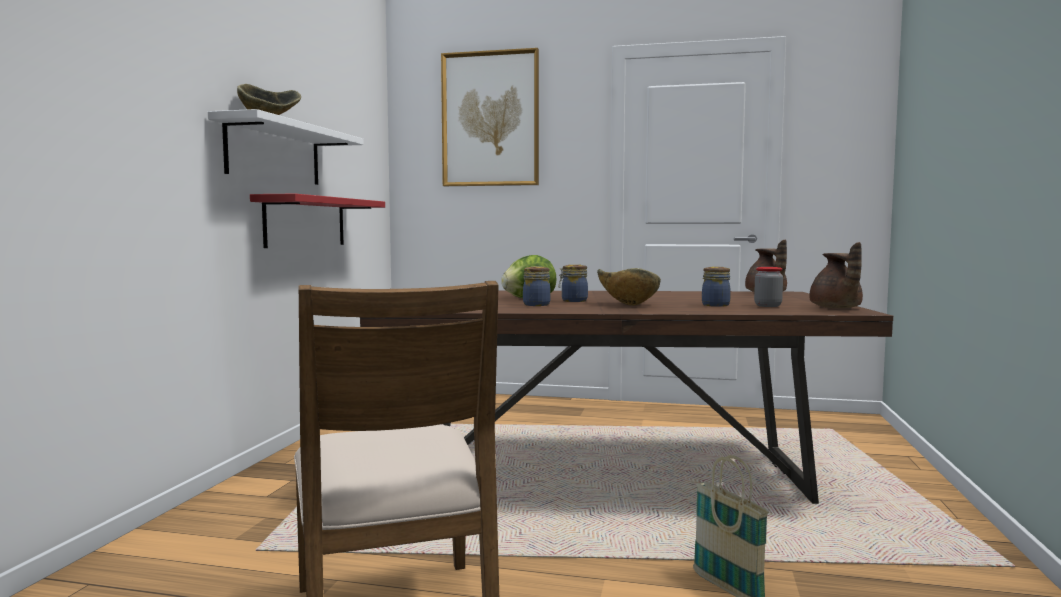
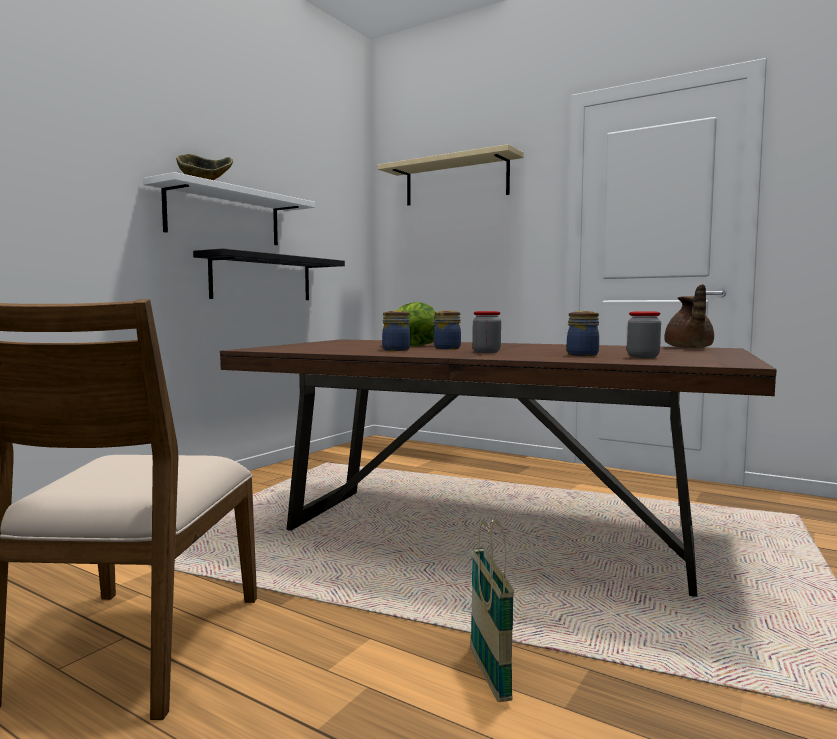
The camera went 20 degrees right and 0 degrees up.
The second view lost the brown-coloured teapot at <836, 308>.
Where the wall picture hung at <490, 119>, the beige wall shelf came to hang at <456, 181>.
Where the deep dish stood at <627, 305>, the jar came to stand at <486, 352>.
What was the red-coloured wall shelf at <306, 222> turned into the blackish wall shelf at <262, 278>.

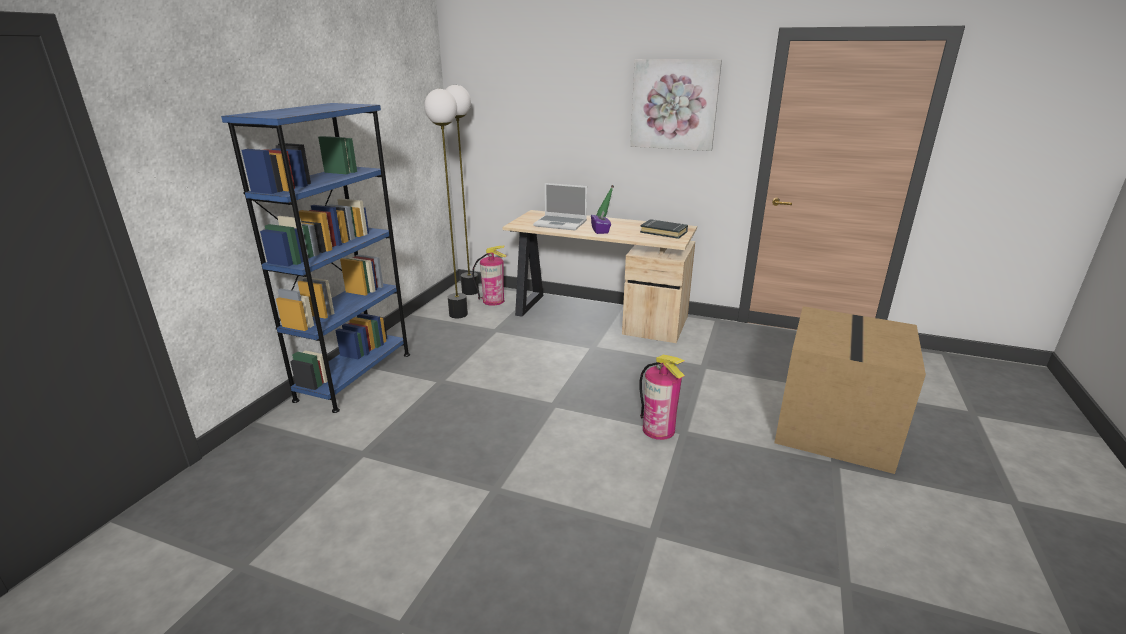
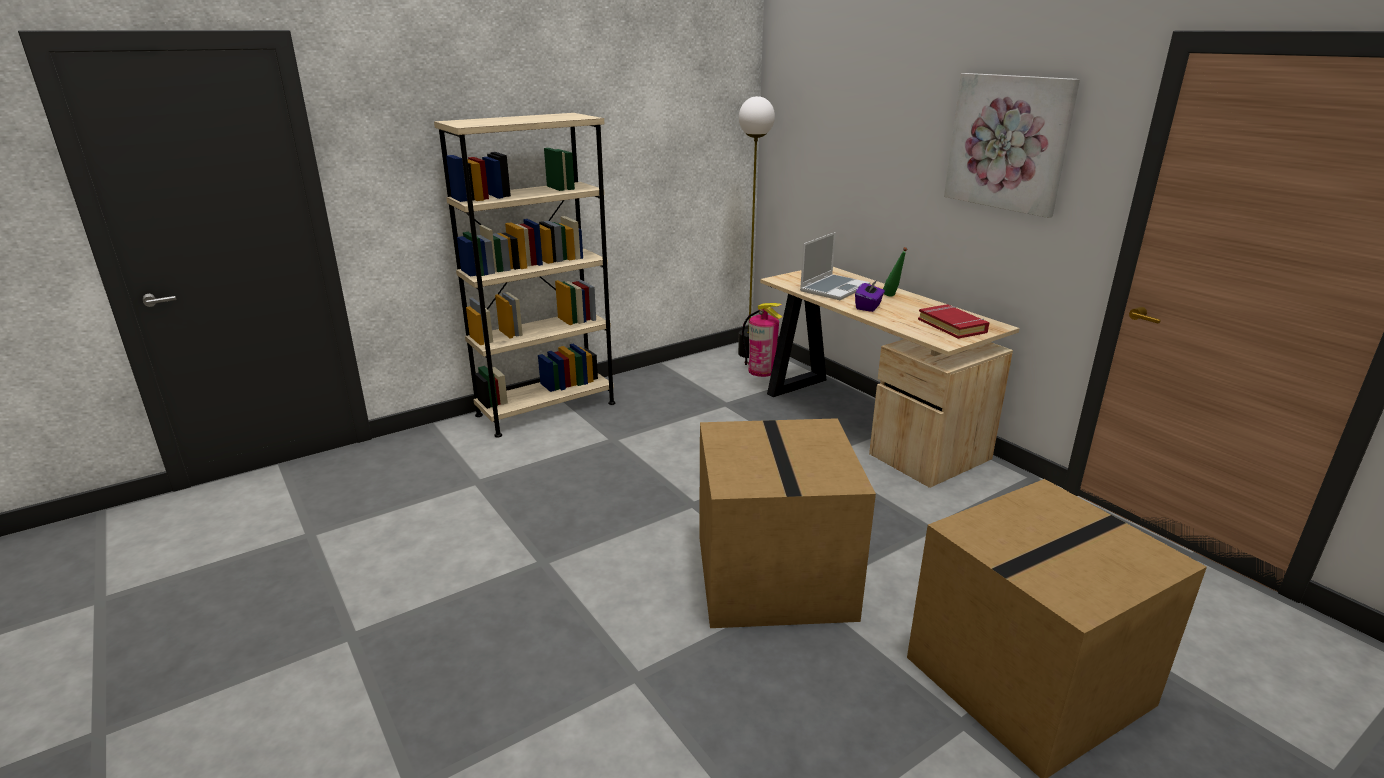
The camera went 35 degrees right and 0 degrees up.
The second view lost the floor lamp at <458, 314>.
Where the extinguisher stood at <658, 429>, the cardboard box came to stand at <776, 577>.
What was the blue shelving unit at <355, 376> turned into the beige shelving unit at <546, 409>.
What was the blackish book at <664, 232> turned into the red-coloured book at <952, 326>.
The notebook computer at <561, 224> ended up facing another way, 105 degrees counterclockwise from before.

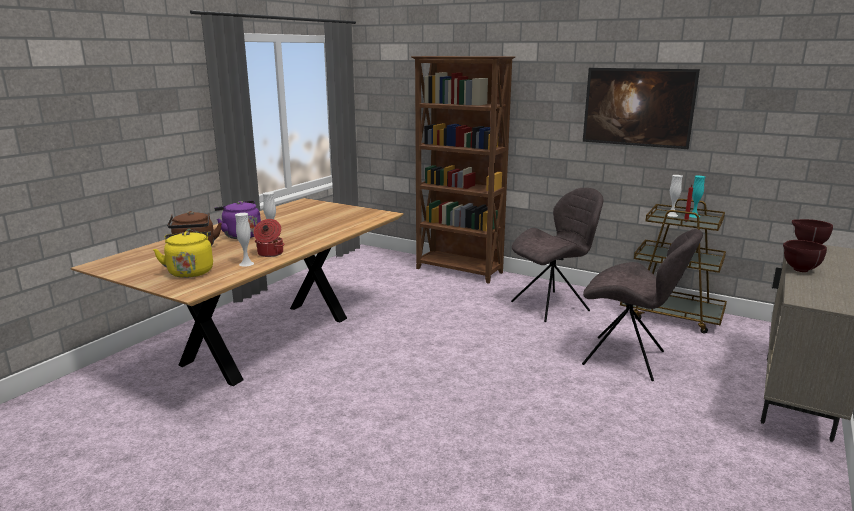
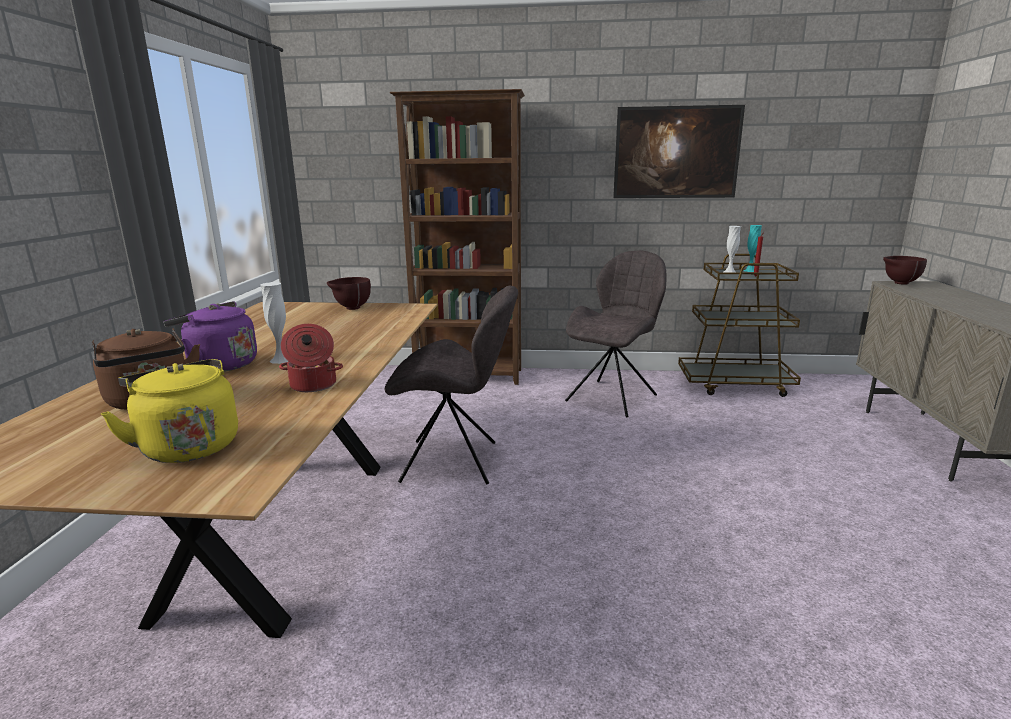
The camera went 25 degrees left and 0 degrees up.
The second view lost the white-coloured flower vase at <246, 264>.
The gray chair ended up elsewhere, having gone from <627, 359> to <454, 462>.
The brown-coloured deep dish ended up elsewhere, having gone from <798, 270> to <351, 308>.

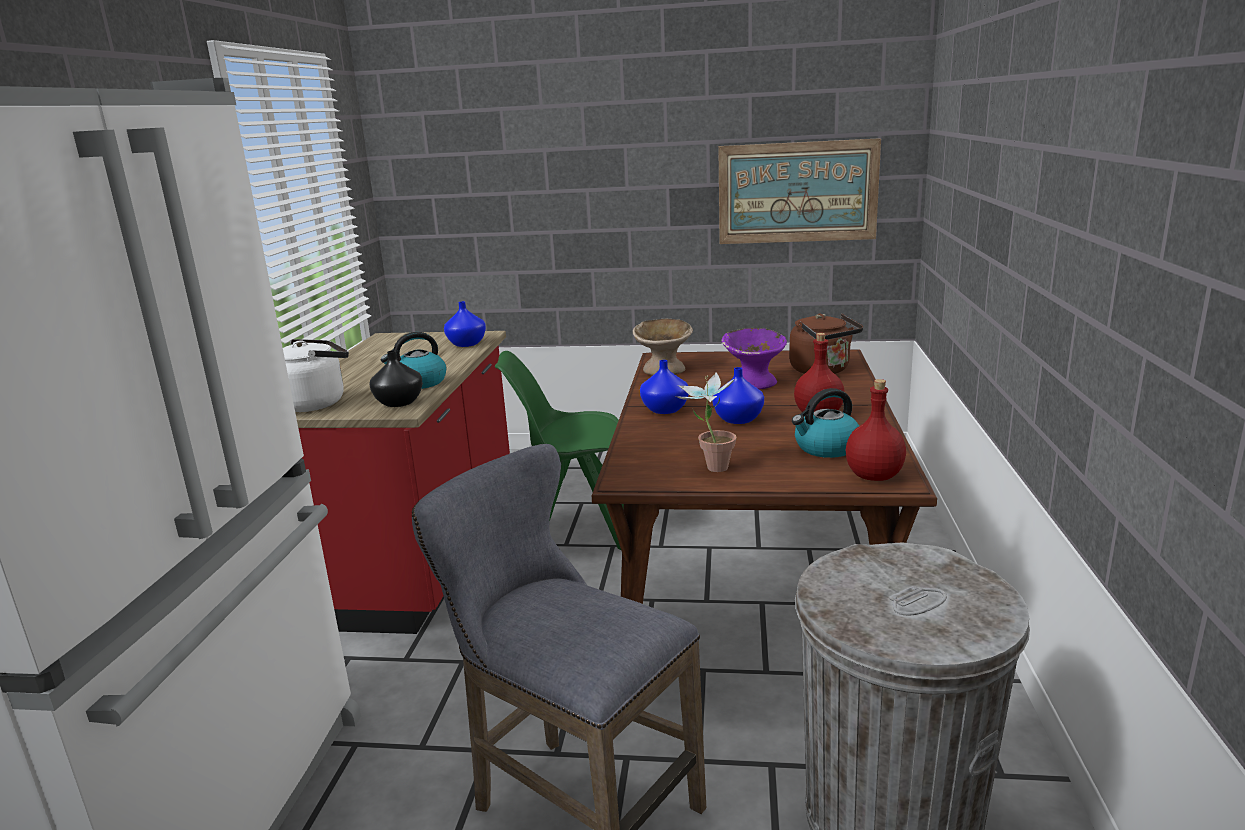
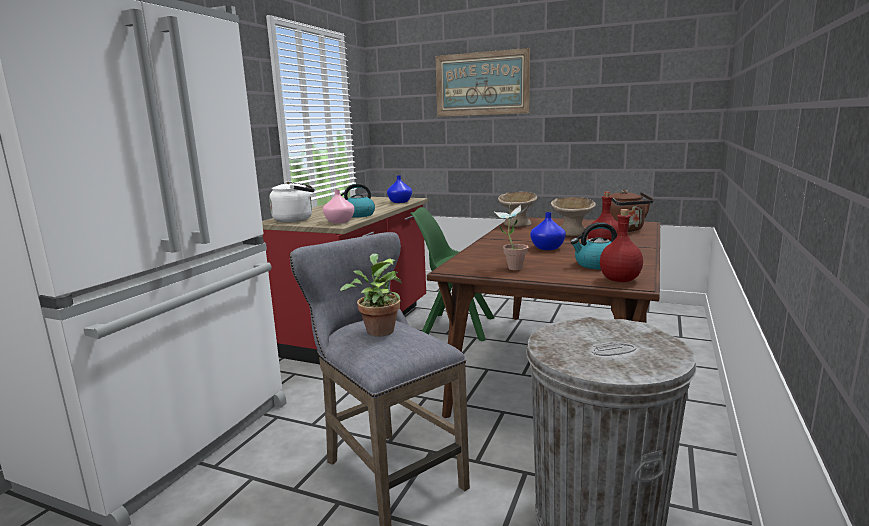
The camera went 15 degrees right and 5 degrees down.
The second view lost the blue flower vase at <665, 410>.
The second view gained the plant in a pot at <378, 330>.
The wall picture ended up elsewhere, having gone from <797, 192> to <481, 84>.
What was the blackish flower vase at <400, 402> turned into the pink-coloured flower vase at <340, 221>.
What was the purplish deep dish at <754, 383> turned into the beige deep dish at <572, 233>.

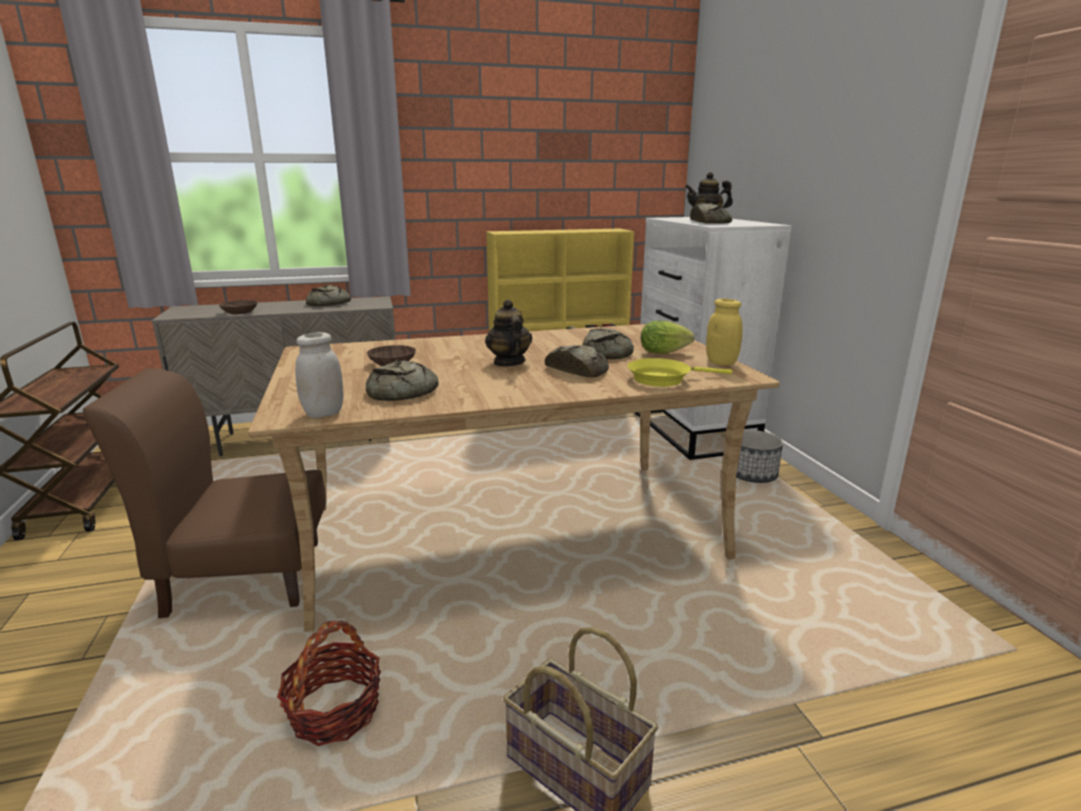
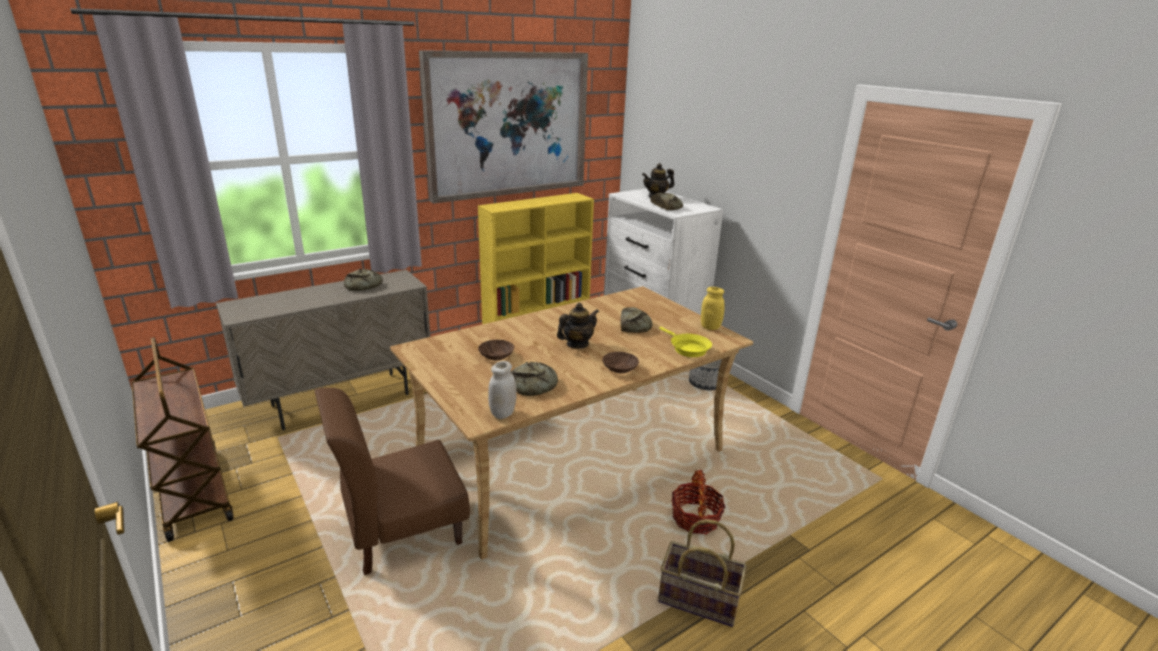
The camera went 20 degrees left and 5 degrees up.
The second view lost the bread at <578, 369>.
The second view lost the lettuce at <666, 352>.
The second view gained the wall picture at <508, 125>.
The brown-coloured deep dish ended up elsewhere, having gone from <241, 312> to <620, 368>.
The household basket ended up elsewhere, having gone from <335, 711> to <695, 519>.
The teapot at <509, 362> ended up facing another way, 90 degrees clockwise from before.
The yellowish skillet at <663, 379> ended up facing another way, 90 degrees counterclockwise from before.

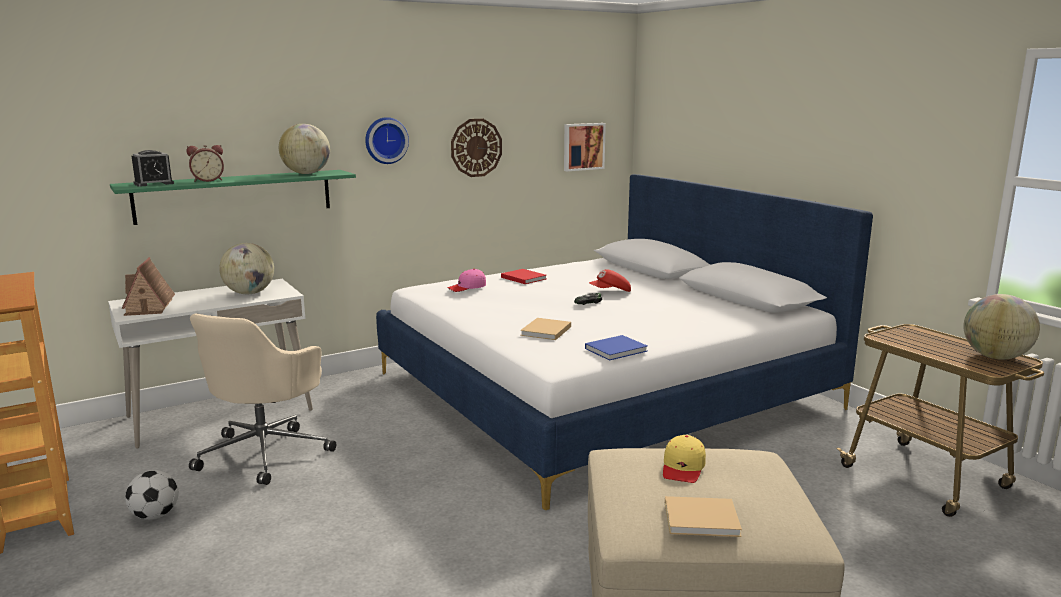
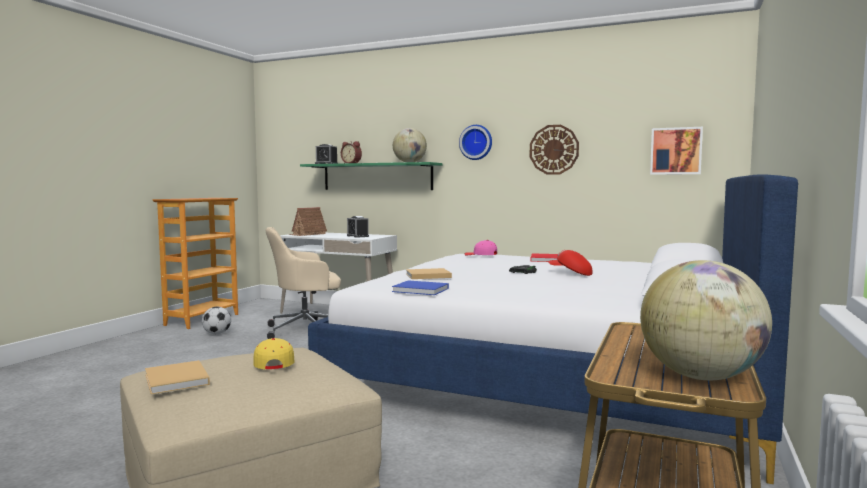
The camera went 55 degrees right and 10 degrees down.
Where the desk globe stood at <249, 293>, the alarm clock came to stand at <357, 236>.
The yellowish cap at <683, 468> ended up facing another way, 90 degrees clockwise from before.

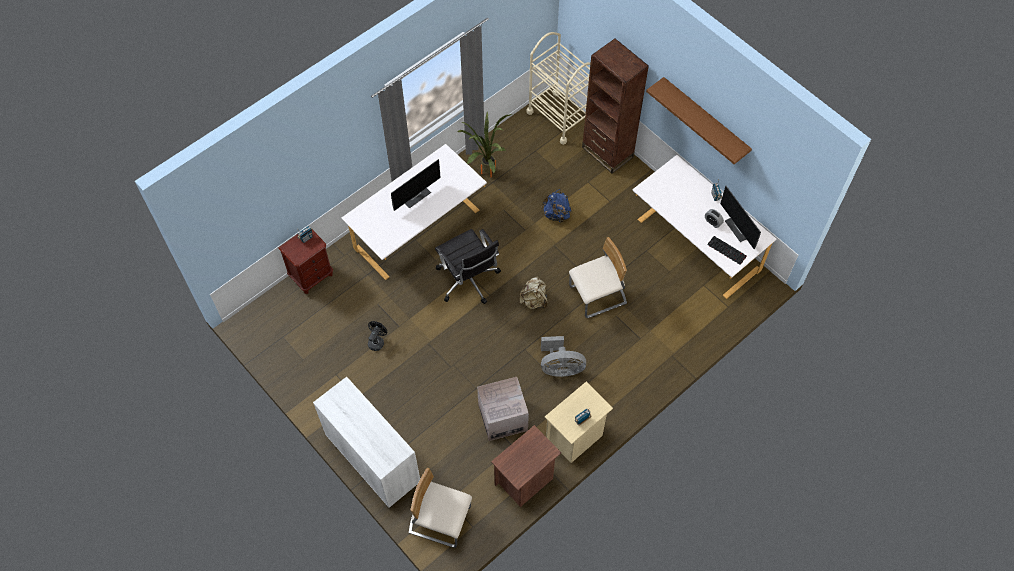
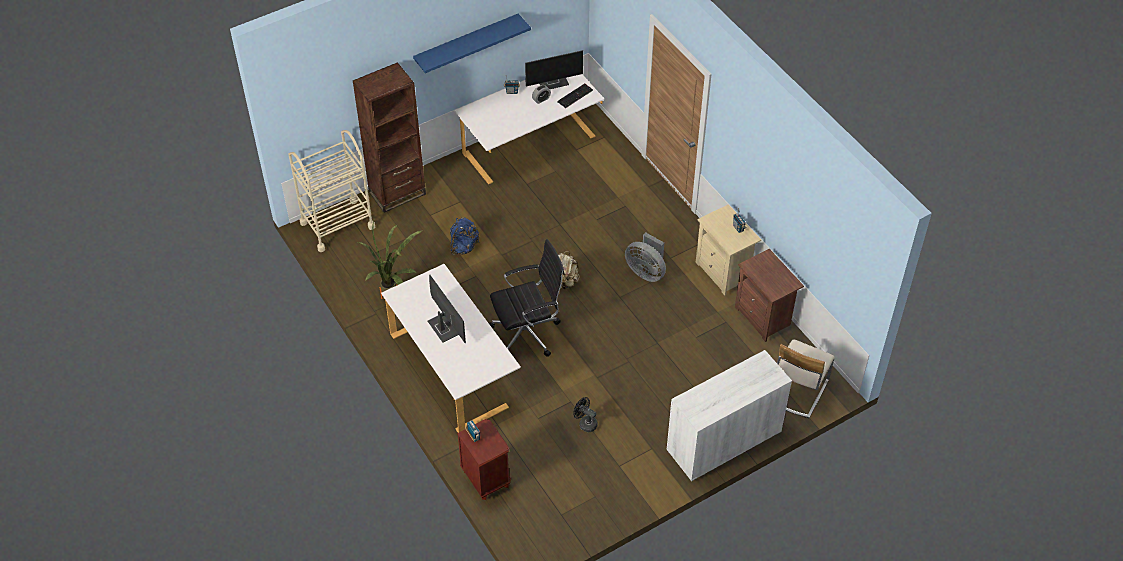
The camera went 80 degrees left and 10 degrees down.
The second view lost the cardboard box at <502, 417>.
The second view lost the beige chair at <598, 296>.
What was the brown-coloured wall shelf at <705, 118> turned into the blue wall shelf at <466, 42>.
The gray cooling fan at <560, 368> ended up facing another way, 120 degrees clockwise from before.

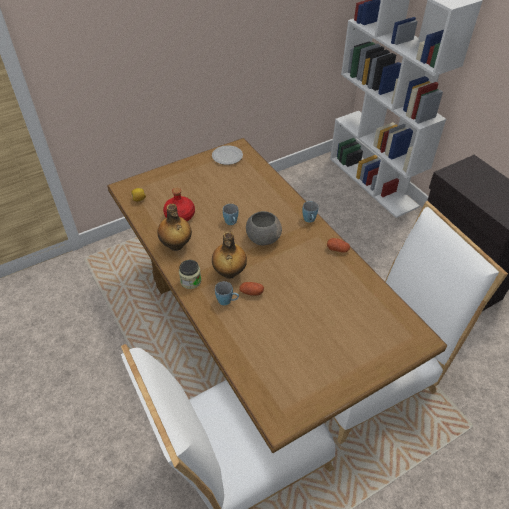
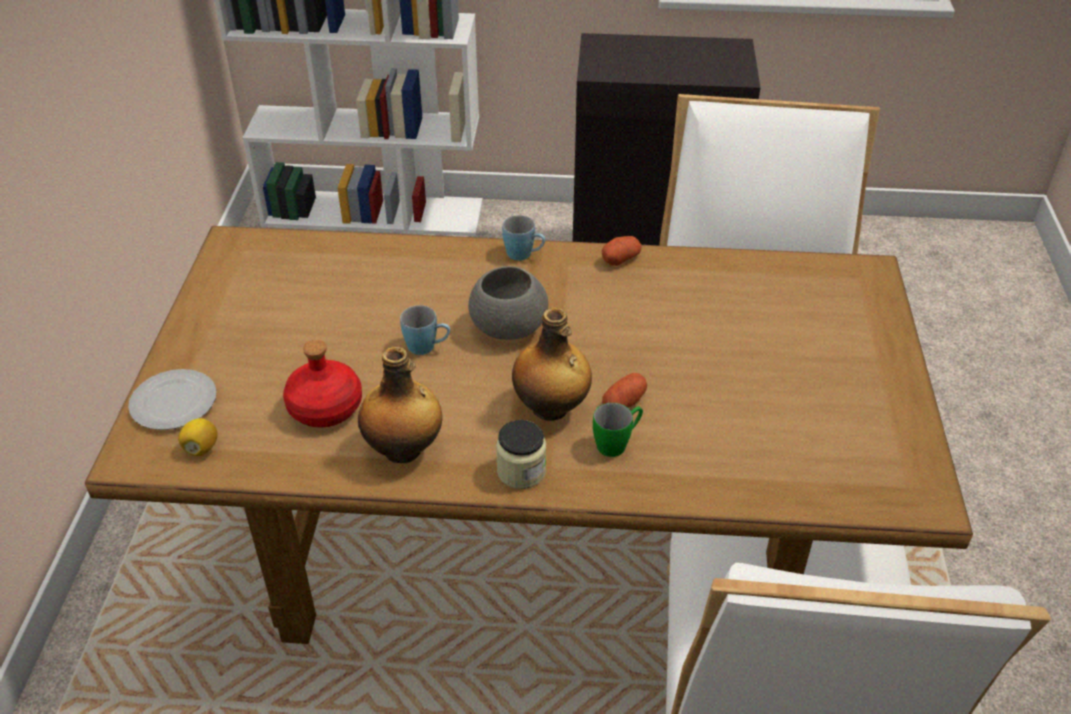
The camera went 55 degrees left and 5 degrees down.
The flat dish ended up elsewhere, having gone from <227, 157> to <175, 403>.
What was the blue coffee mug at <227, 301> turned into the green-coloured coffee mug at <617, 443>.

